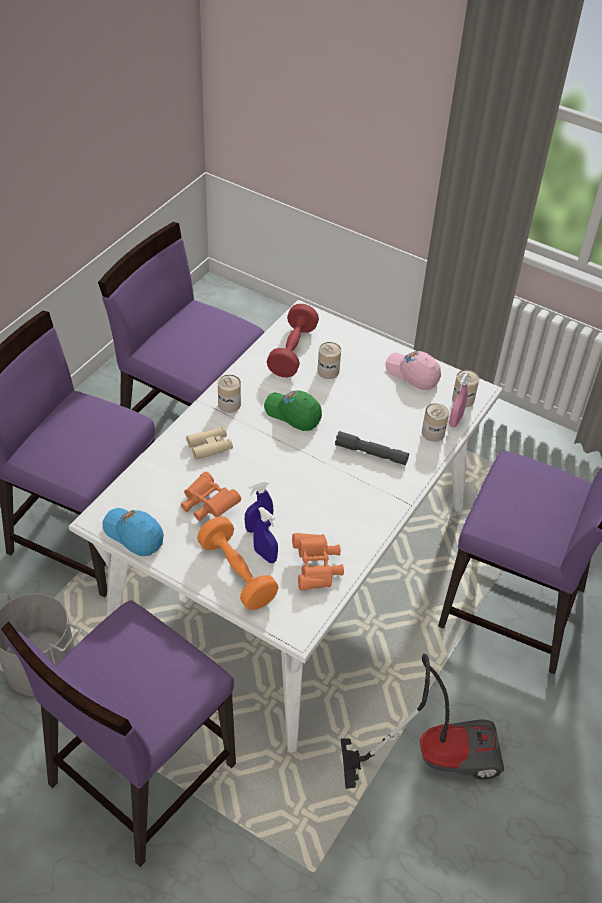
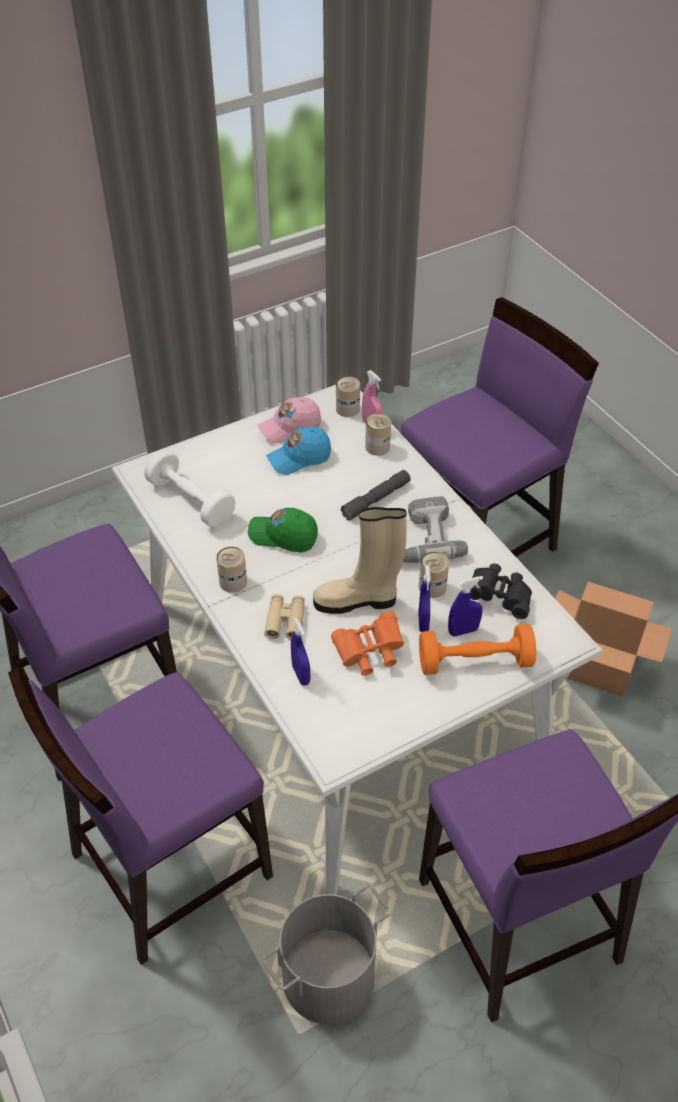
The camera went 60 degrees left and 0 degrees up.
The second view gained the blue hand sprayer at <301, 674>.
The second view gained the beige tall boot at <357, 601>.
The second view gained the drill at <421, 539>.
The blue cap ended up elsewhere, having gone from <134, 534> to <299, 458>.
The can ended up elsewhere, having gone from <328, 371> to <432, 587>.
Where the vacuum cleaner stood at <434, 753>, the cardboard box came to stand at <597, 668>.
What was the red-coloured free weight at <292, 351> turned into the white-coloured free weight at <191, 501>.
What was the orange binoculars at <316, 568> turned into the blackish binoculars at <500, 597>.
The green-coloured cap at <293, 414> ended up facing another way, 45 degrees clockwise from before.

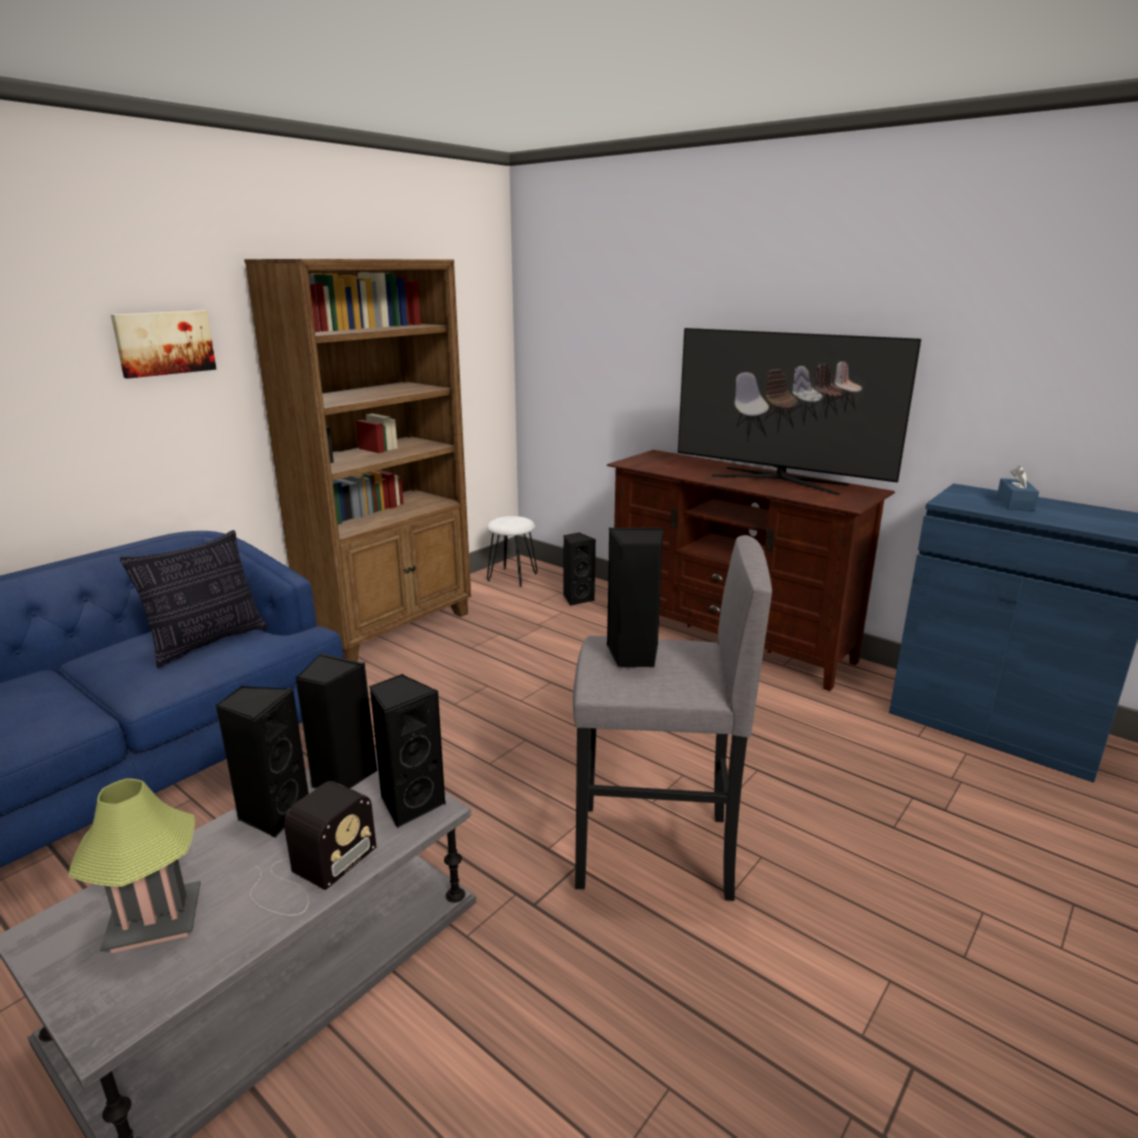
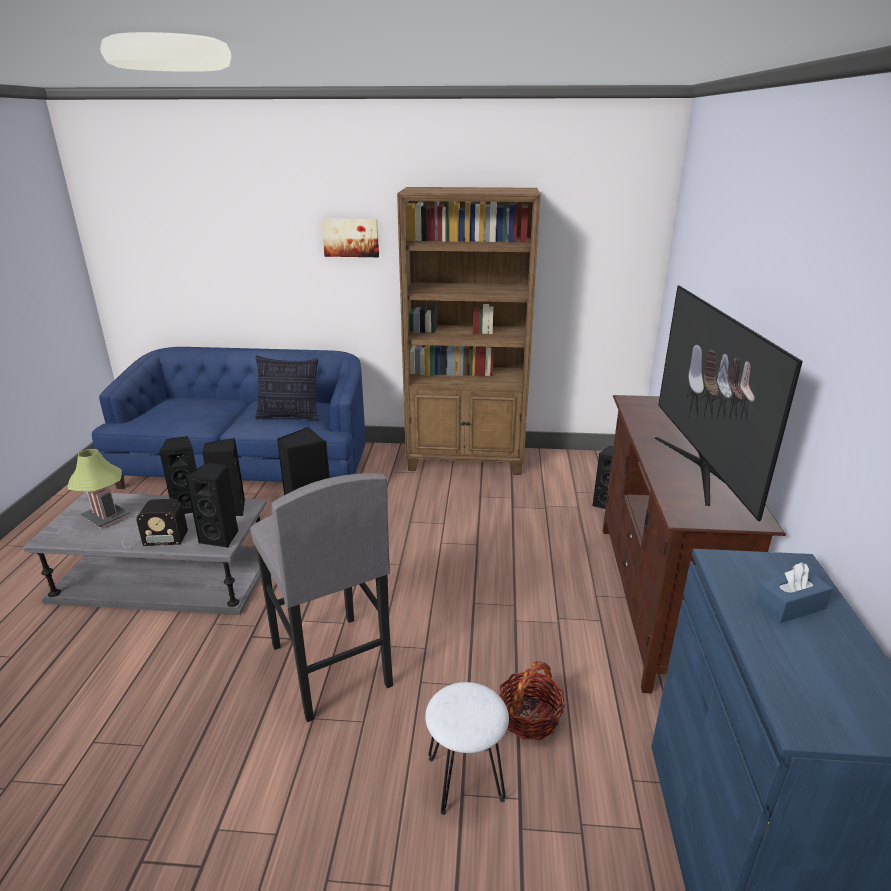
The camera went 55 degrees right and 5 degrees up.
The second view gained the household basket at <530, 717>.
The white-coloured stool seat ended up elsewhere, having gone from <513, 577> to <465, 779>.

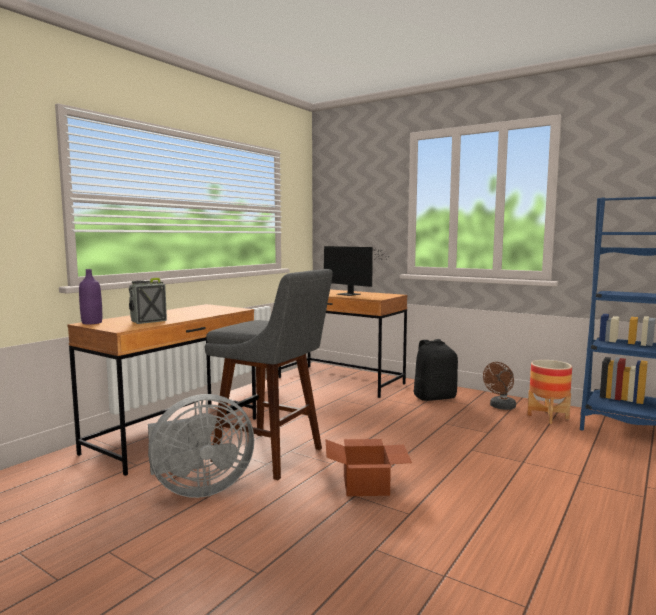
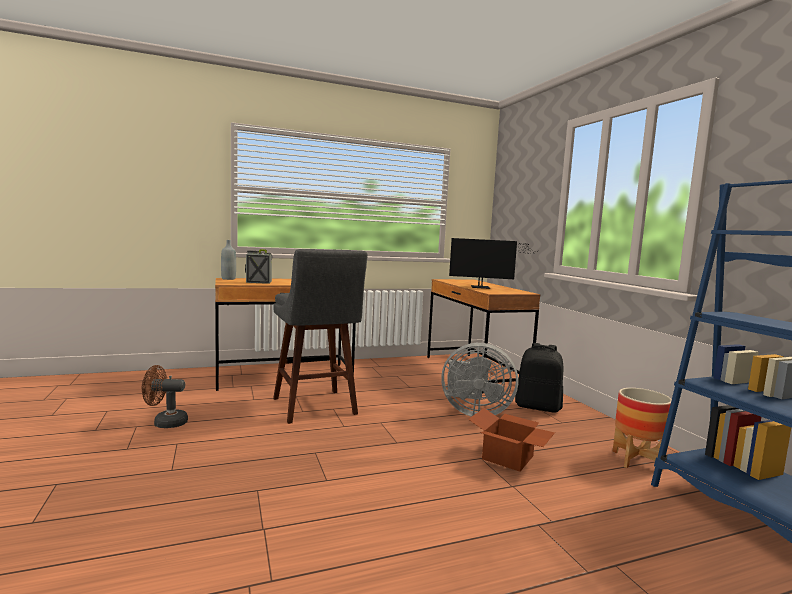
The camera went 35 degrees right and 0 degrees up.
The gray cooling fan ended up elsewhere, having gone from <198, 488> to <474, 412>.
The cardboard box ended up elsewhere, having gone from <367, 485> to <508, 458>.
The brown-coloured cooling fan ended up elsewhere, having gone from <500, 407> to <165, 423>.
What was the purplish drink bottle at <92, 323> turned into the gray drink bottle at <228, 279>.
The monitor at <350, 294> ended up facing another way, 75 degrees counterclockwise from before.

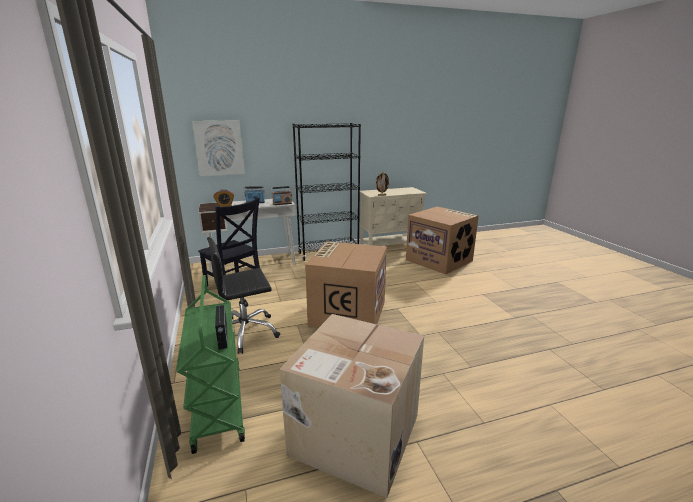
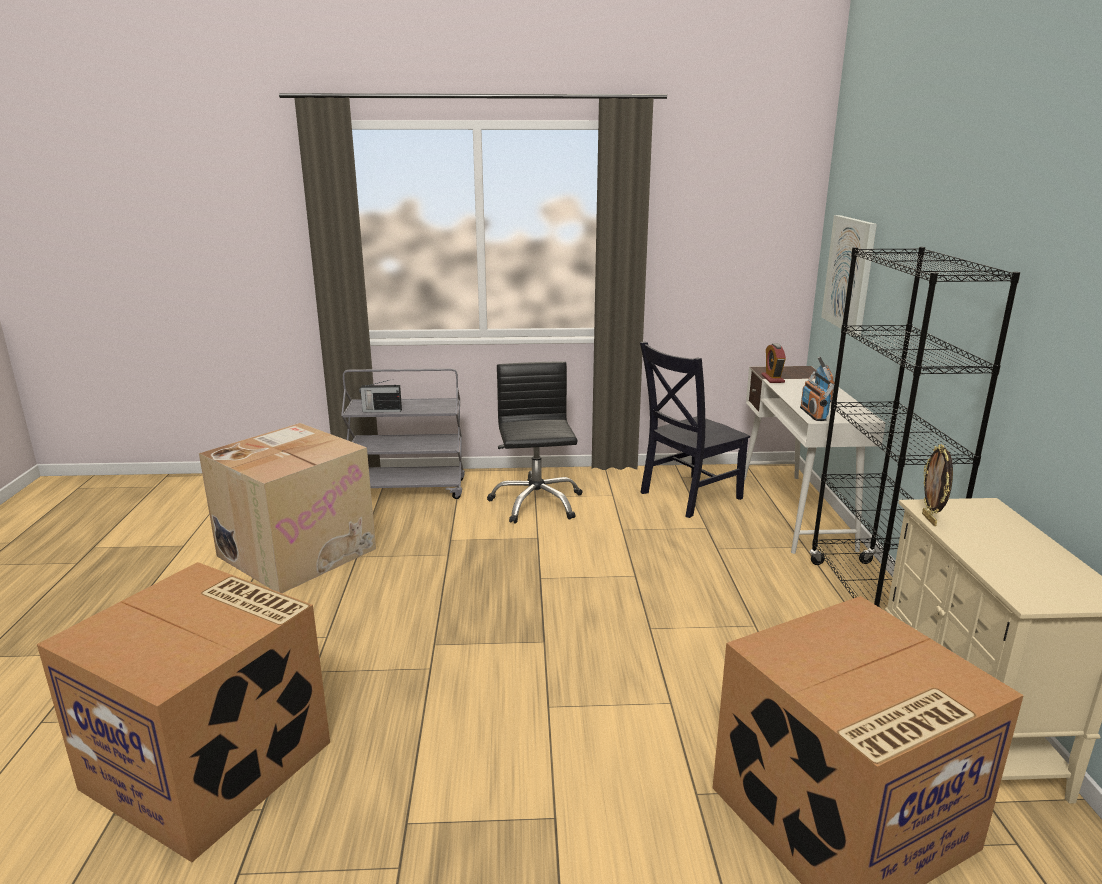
The camera went 105 degrees right and 0 degrees up.
The cardboard box ended up elsewhere, having gone from <347, 312> to <212, 764>.
What was the green-coloured wheeled cart at <217, 404> turned into the gray wheeled cart at <408, 490>.

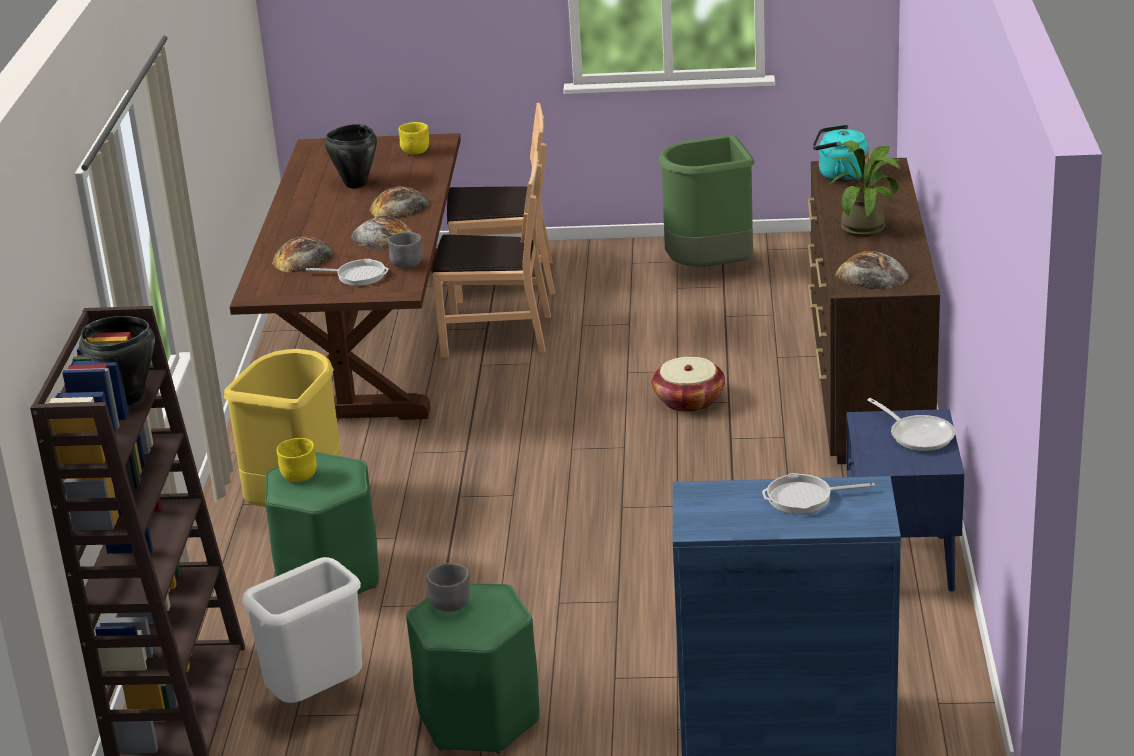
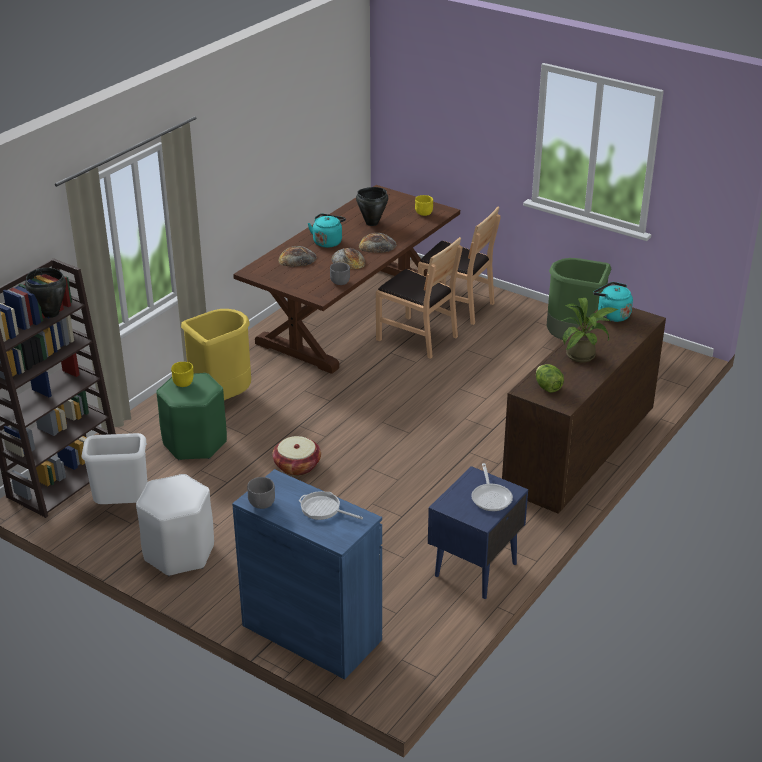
The camera went 30 degrees right and 5 degrees up.
The second view lost the skillet at <357, 276>.
The second view gained the turquoise-coloured water kettle at <328, 241>.
The gray deep dish ended up elsewhere, having gone from <451, 606> to <262, 504>.
The household basket ended up elsewhere, having gone from <689, 400> to <297, 466>.
Where the bread stood at <872, 275>, the lettuce came to stand at <548, 387>.
What was the green-coloured stool seat at <479, 718> turned into the white-coloured stool seat at <179, 553>.

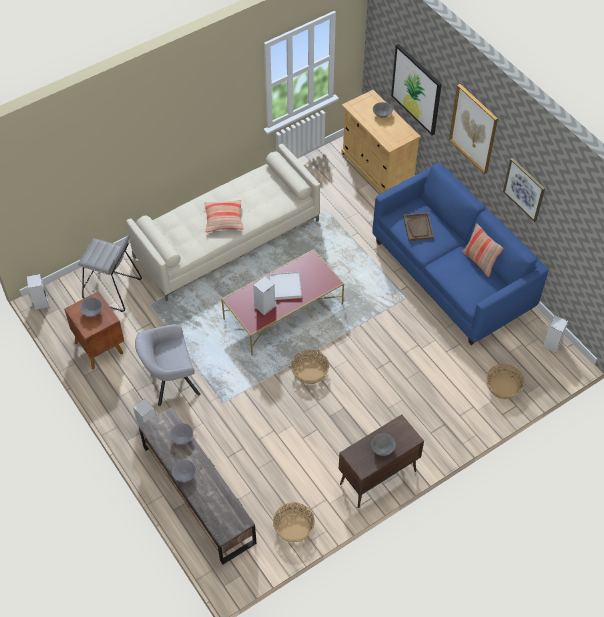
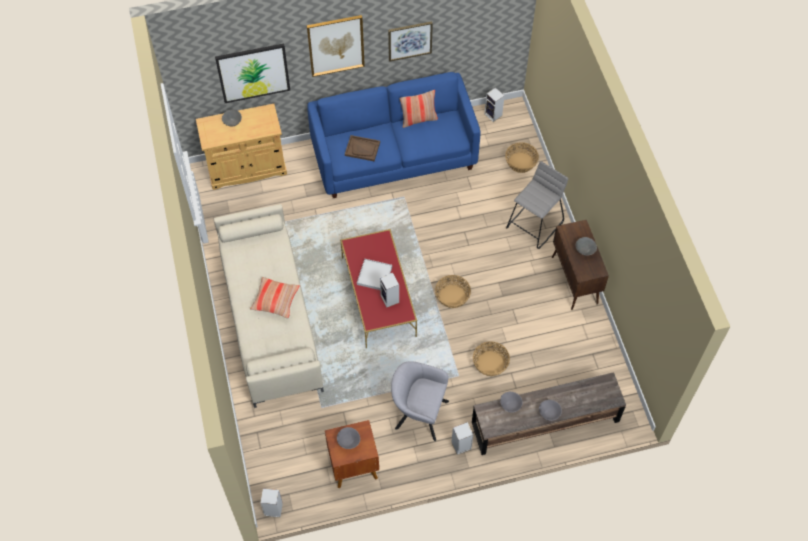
The camera went 70 degrees left and 5 degrees up.
The gray stool seat ended up elsewhere, having gone from <112, 290> to <535, 225>.
The household basket ended up elsewhere, having gone from <293, 527> to <490, 363>.
The gray lounge chair at <170, 382> ended up facing another way, 105 degrees clockwise from before.

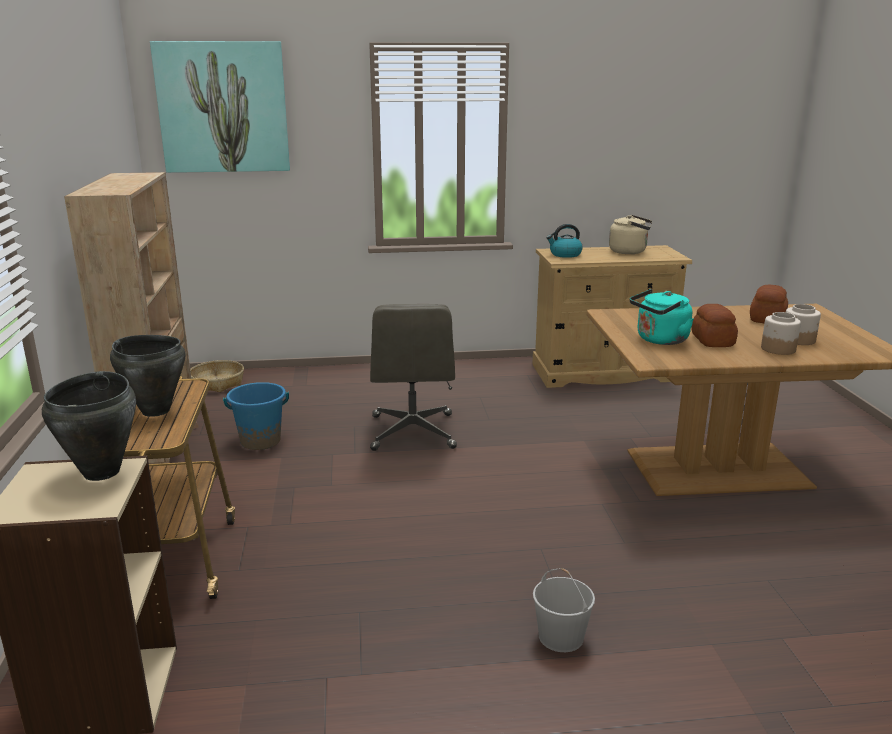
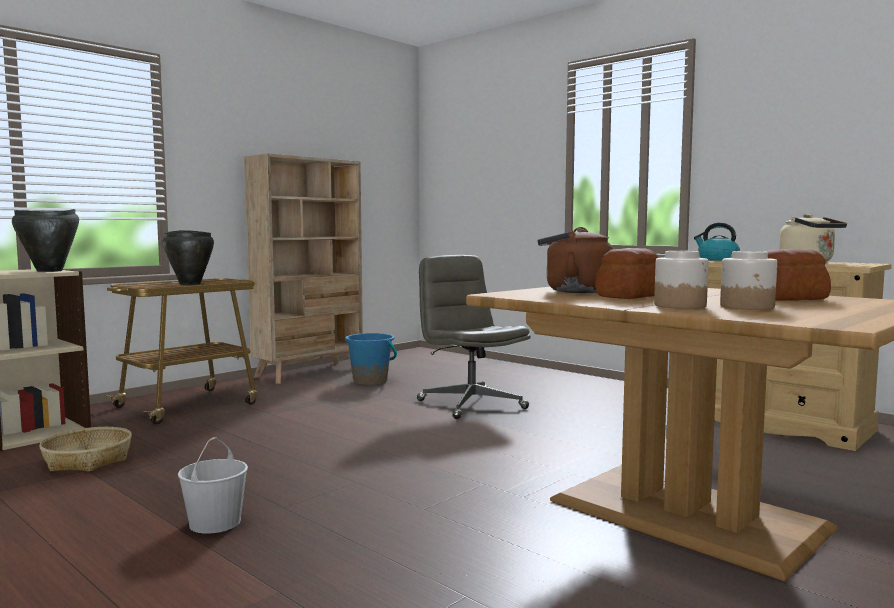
The camera went 50 degrees right and 15 degrees down.
The second view lost the wall picture at <223, 107>.
The household basket ended up elsewhere, having gone from <218, 383> to <88, 460>.
What was the turquoise-coloured water kettle at <660, 340> turned into the brown-coloured water kettle at <573, 291>.
The gray office chair at <413, 432> ended up facing another way, 105 degrees clockwise from before.

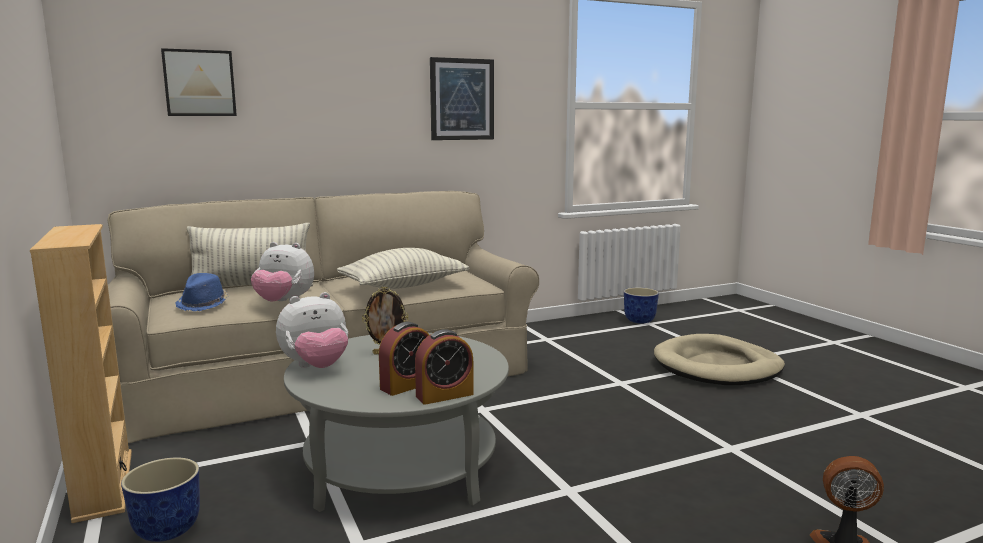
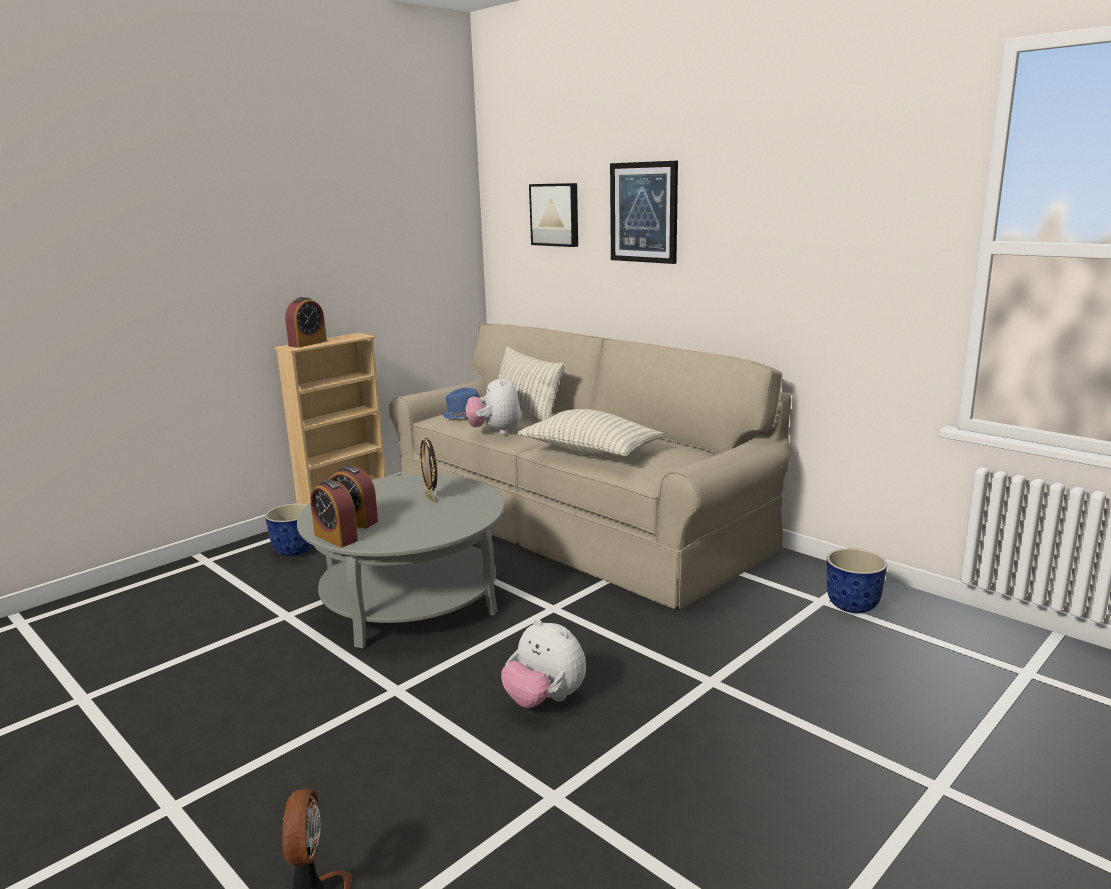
The camera went 70 degrees right and 5 degrees up.
The second view lost the beige pet bed at <717, 366>.
The second view gained the alarm clock at <307, 343>.
The plush toy ended up elsewhere, having gone from <316, 367> to <545, 700>.
The wall picture ended up elsewhere, having gone from <462, 99> to <644, 212>.
The planter ended up elsewhere, having gone from <640, 321> to <852, 606>.

